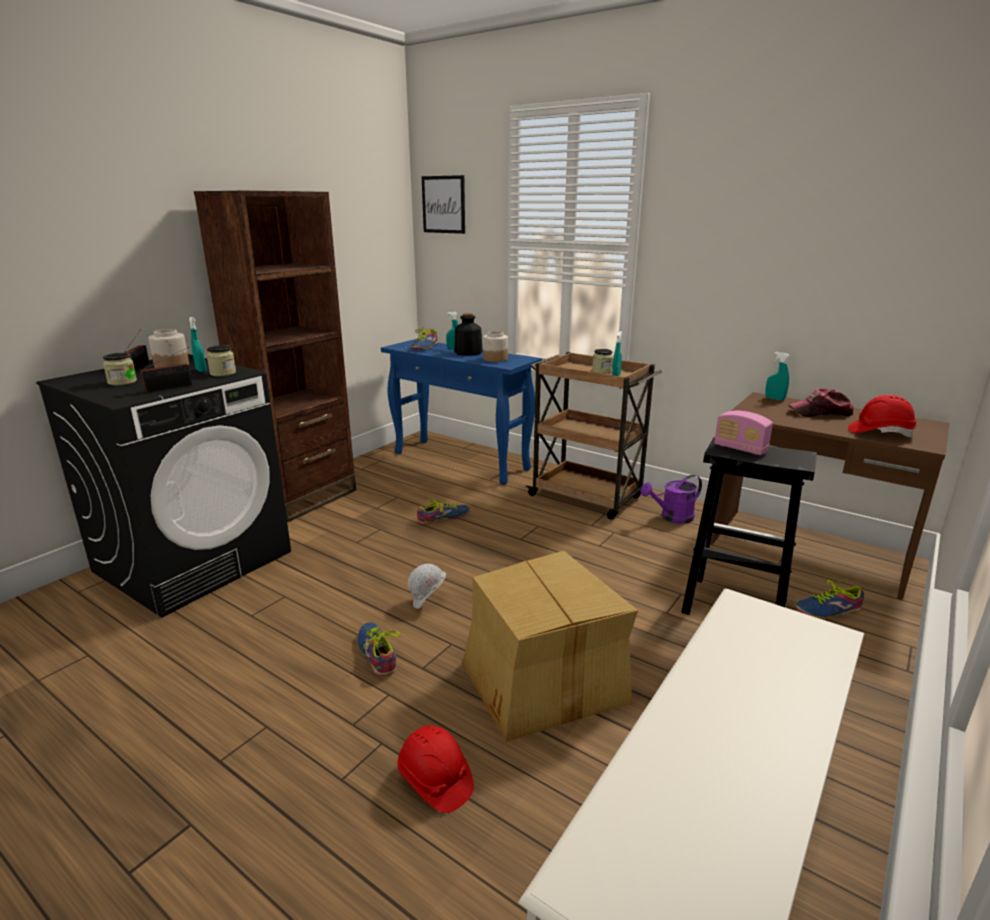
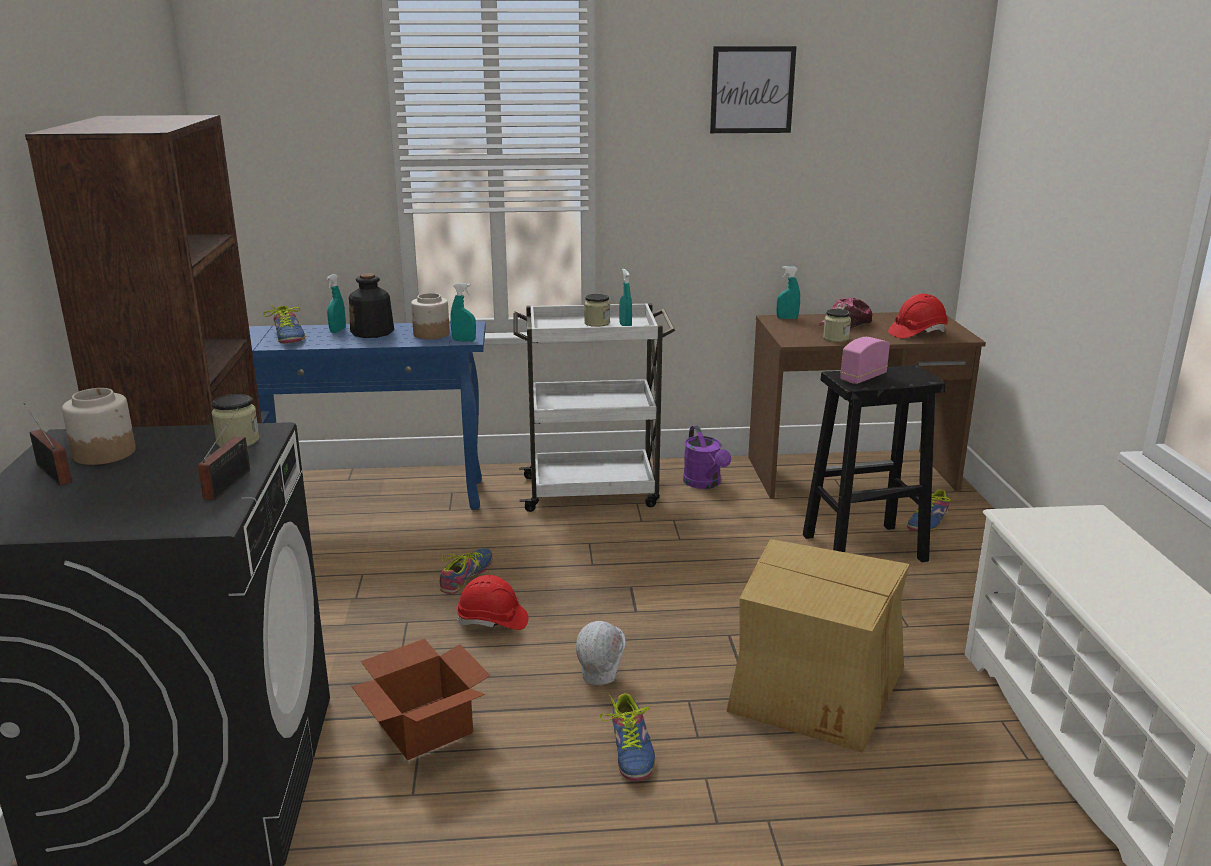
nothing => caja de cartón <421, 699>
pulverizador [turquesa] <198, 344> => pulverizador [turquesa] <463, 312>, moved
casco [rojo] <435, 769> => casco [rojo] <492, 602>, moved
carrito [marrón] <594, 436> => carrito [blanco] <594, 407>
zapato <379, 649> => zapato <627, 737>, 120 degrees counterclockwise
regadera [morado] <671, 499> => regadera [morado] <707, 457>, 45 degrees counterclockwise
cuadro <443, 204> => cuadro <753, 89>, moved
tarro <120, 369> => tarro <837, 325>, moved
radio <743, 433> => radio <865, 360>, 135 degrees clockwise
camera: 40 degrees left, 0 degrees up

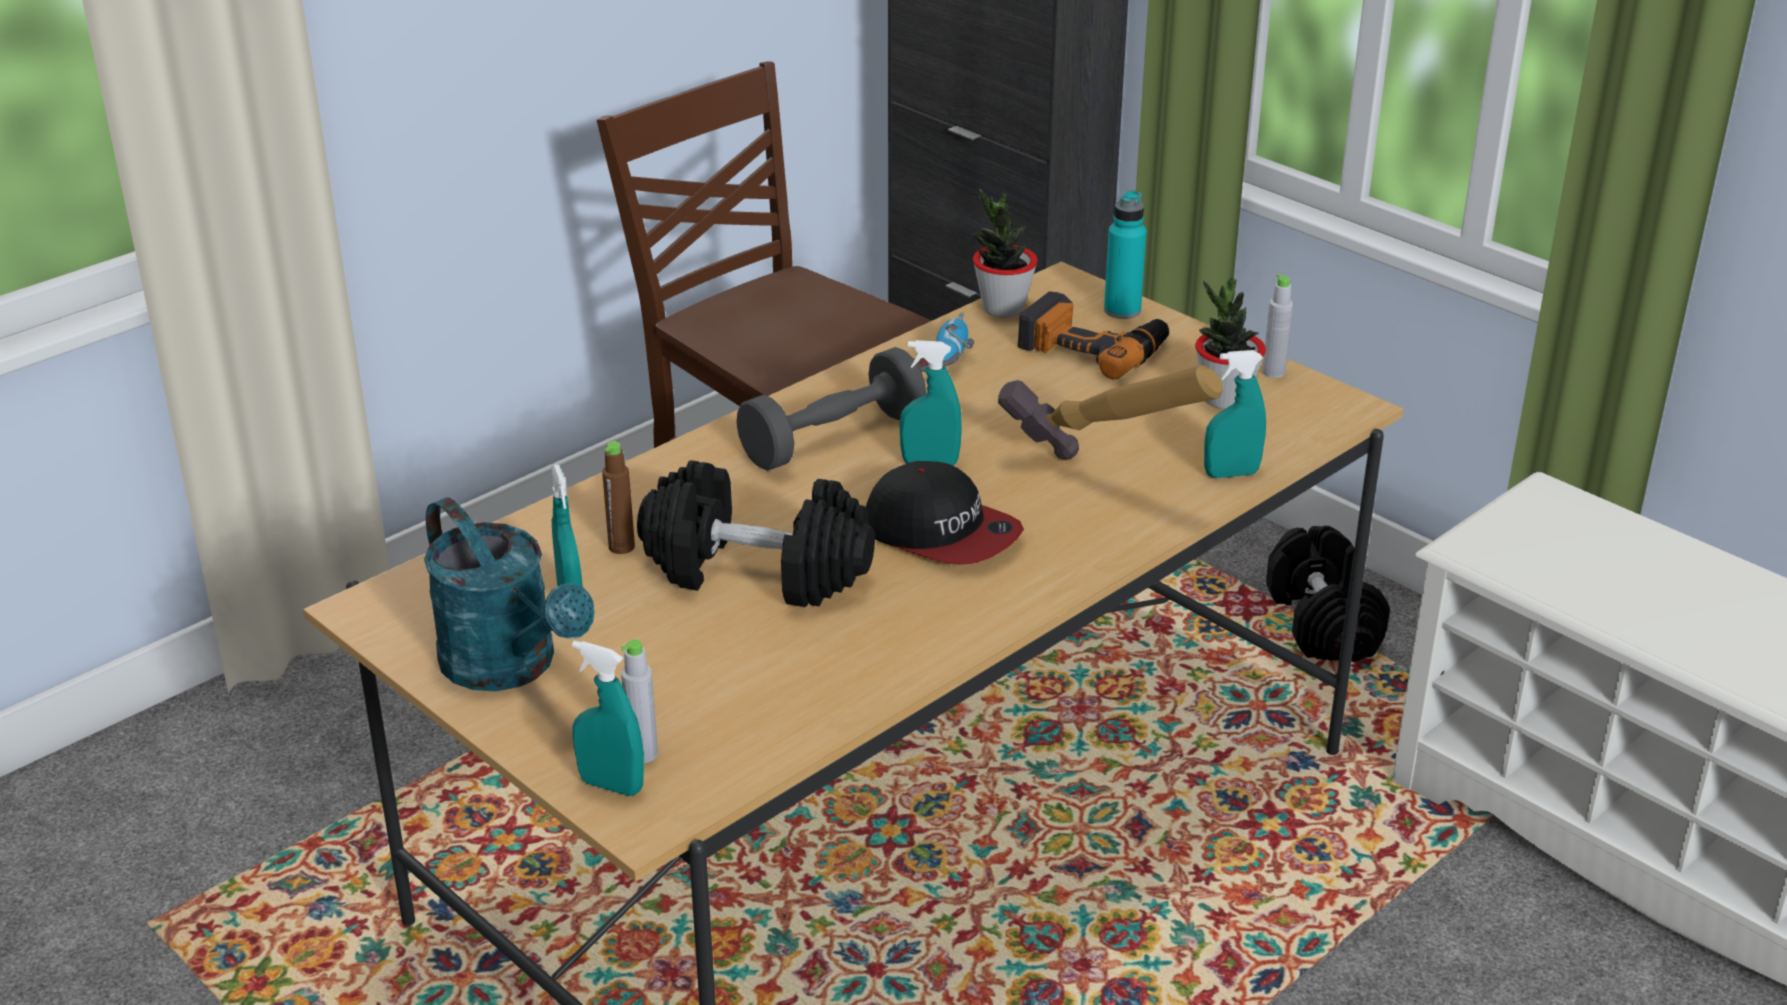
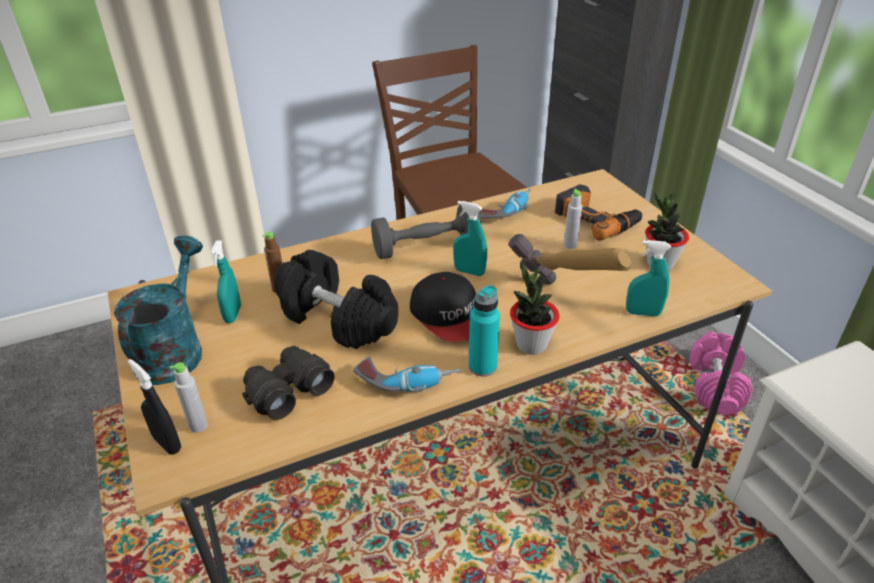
regadera [turquesa] <509, 594> => regadera [turquesa] <158, 310>, 150 degrees counterclockwise
pulverizador [turquesa] <608, 718> => pulverizador [negro] <154, 406>
nothing => prismáticos [negro] <288, 383>
nothing => taladro <406, 374>
botella [turquesa] <1125, 254> => botella [turquesa] <484, 331>, moved
planta en maceta <1005, 253> => planta en maceta <535, 307>, moved
botella [gris] <1277, 326> => botella [gris] <572, 219>, moved
mancuerna [negro] <1328, 594> => mancuerna [rosa] <721, 373>
camera: 20 degrees right, 5 degrees up

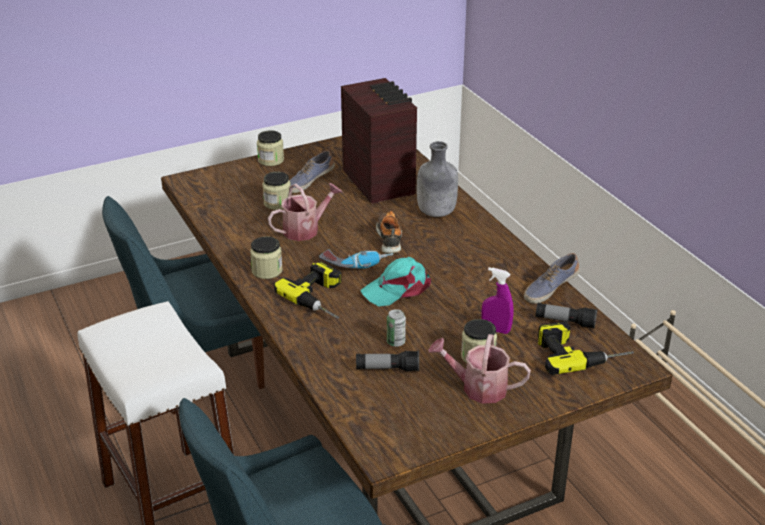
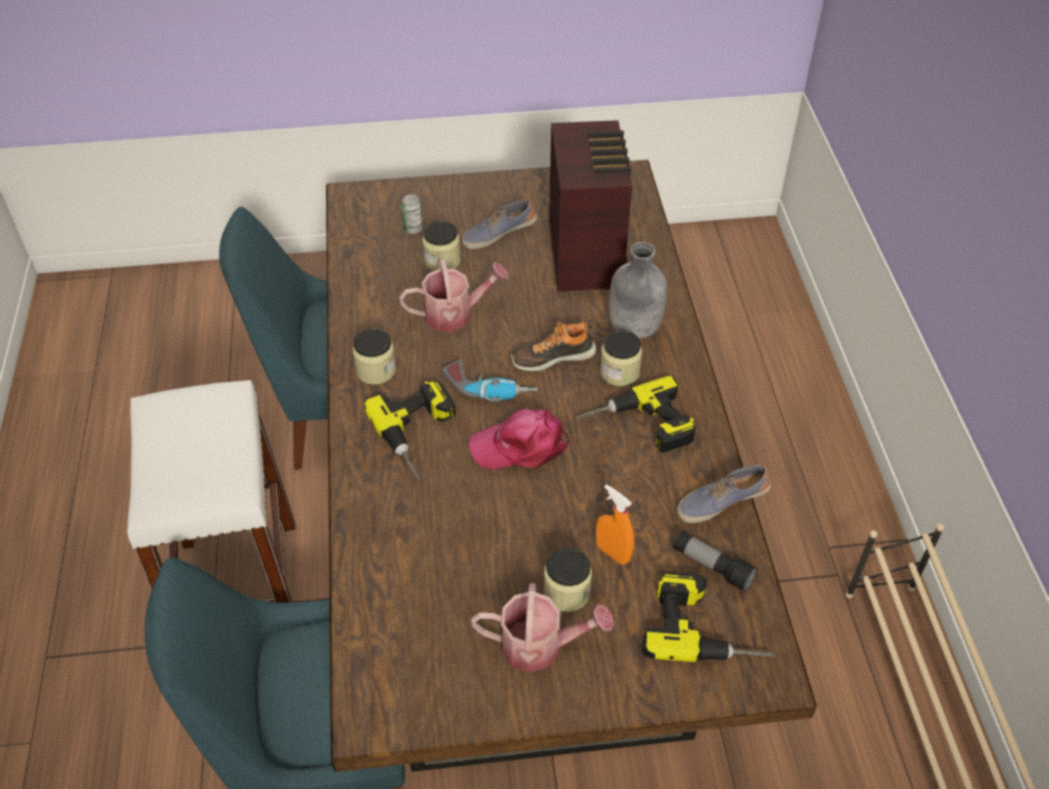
lata <396, 328> => lata <412, 214>, moved
gorra [turquesa] <395, 281> => gorra [rosa] <519, 440>
regadera <479, 369> => regadera <542, 627>, 150 degrees clockwise
zapato <389, 232> => zapato <553, 346>, 120 degrees counterclockwise
nothing => taladro <636, 414>
pulverizador [morado] <497, 300> => pulverizador [naranja] <615, 524>
tarro <270, 148> => tarro <621, 358>, moved
linterna <387, 361> => nothing
camera: 20 degrees right, 15 degrees up

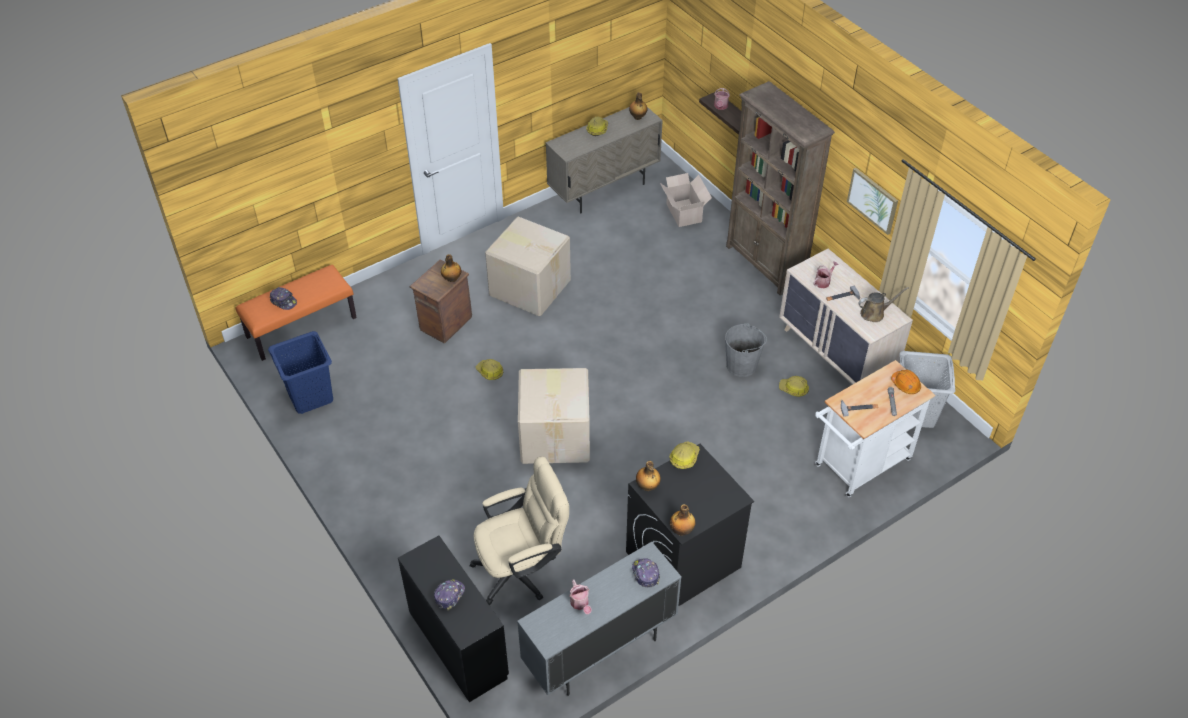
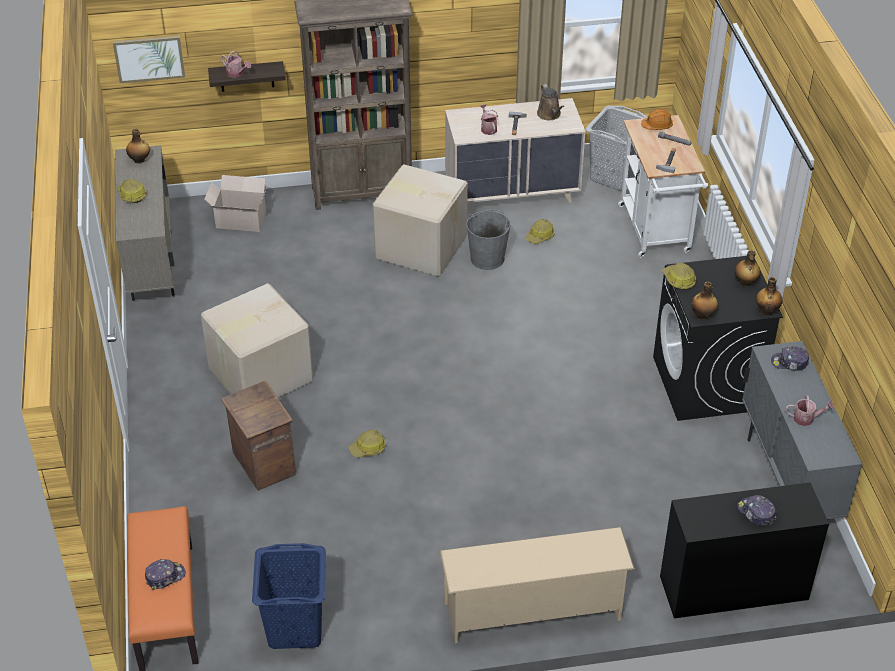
cuadro <872, 201> => cuadro <149, 59>, moved
caja de cartón <554, 416> => caja de cartón <420, 220>, moved
nothing => zapatero [beis] <537, 585>
regadera [marrón] <883, 304> => regadera [marrón] <550, 102>, 150 degrees clockwise
botella <451, 268> => botella <747, 268>, moved
silla de oficina [beis] <519, 531> => nothing
camera: 65 degrees left, 5 degrees down

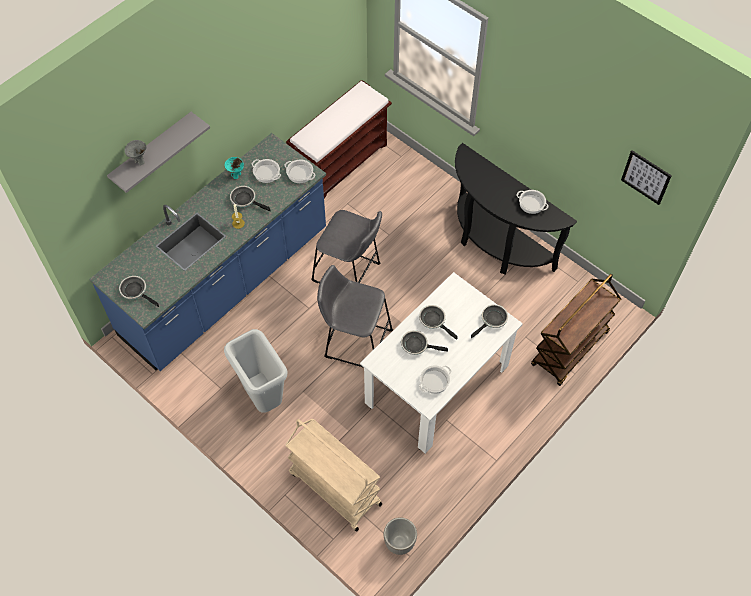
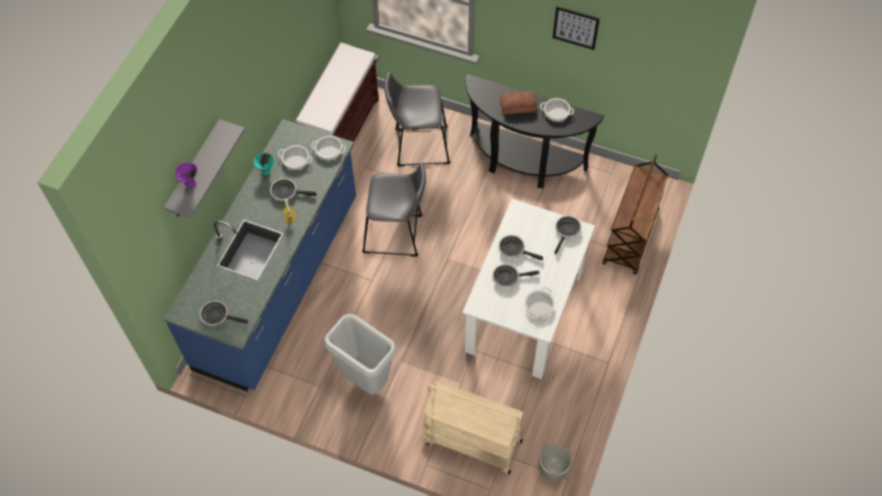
cuenco [gris] <135, 152> => cuenco [morado] <186, 174>
taburete [gris] <355, 316> => taburete [gris] <417, 119>, moved
nothing => pan <518, 103>
cuadro <646, 177> => cuadro <576, 28>, moved
camera: 20 degrees left, 0 degrees up

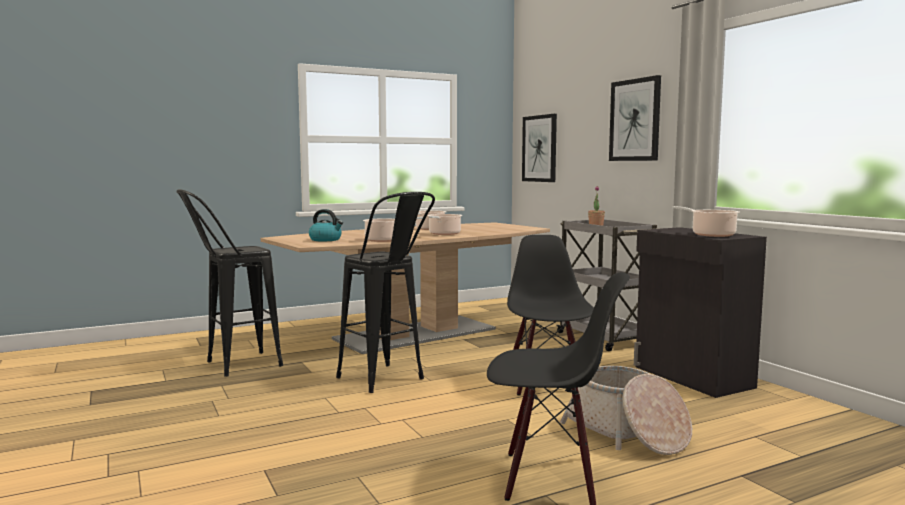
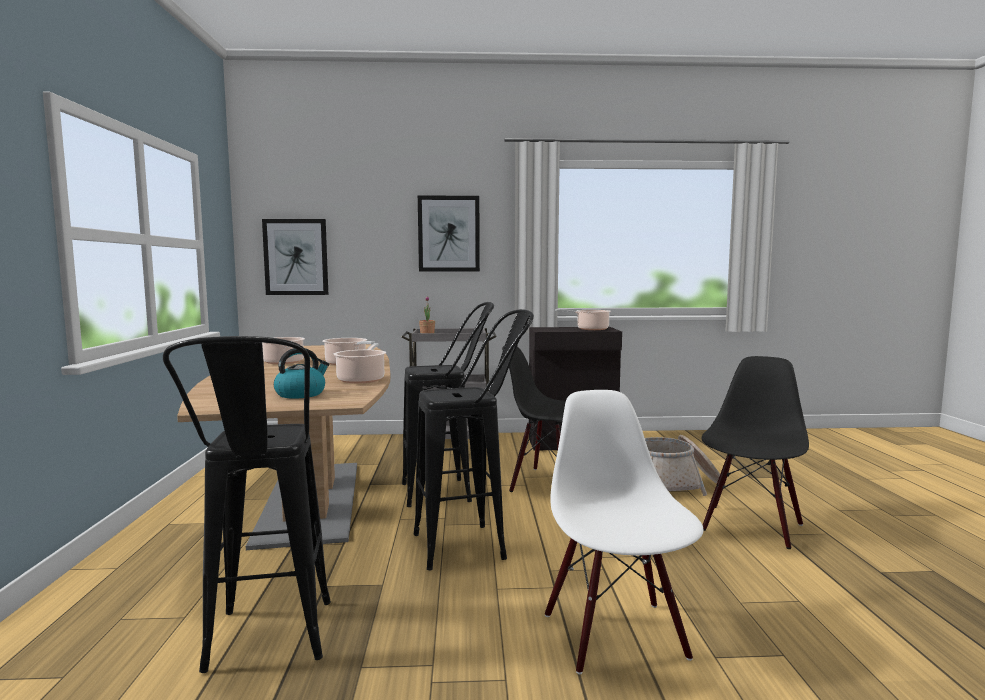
nothing => taburete [negro] <448, 404>
nothing => silla [blanco] <624, 532>
camera: 65 degrees left, 0 degrees up

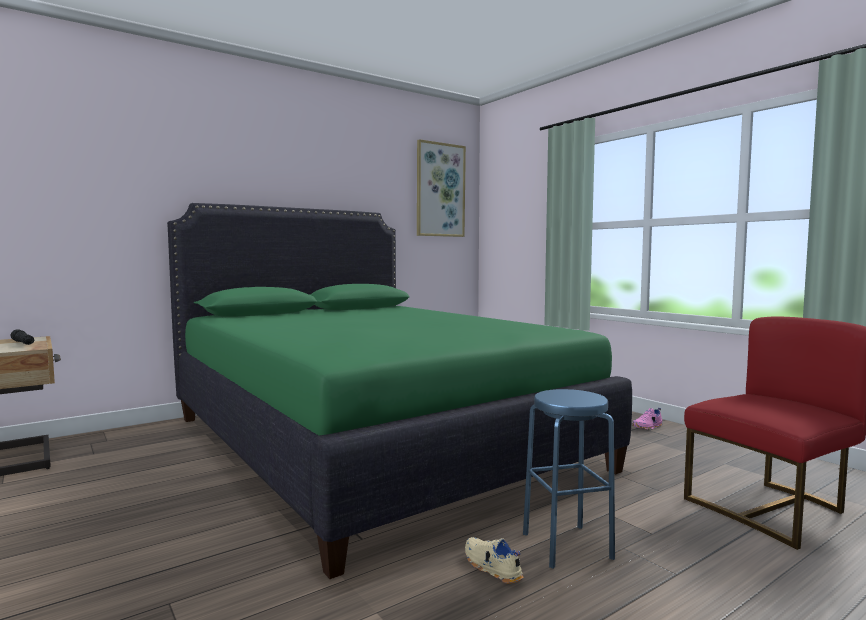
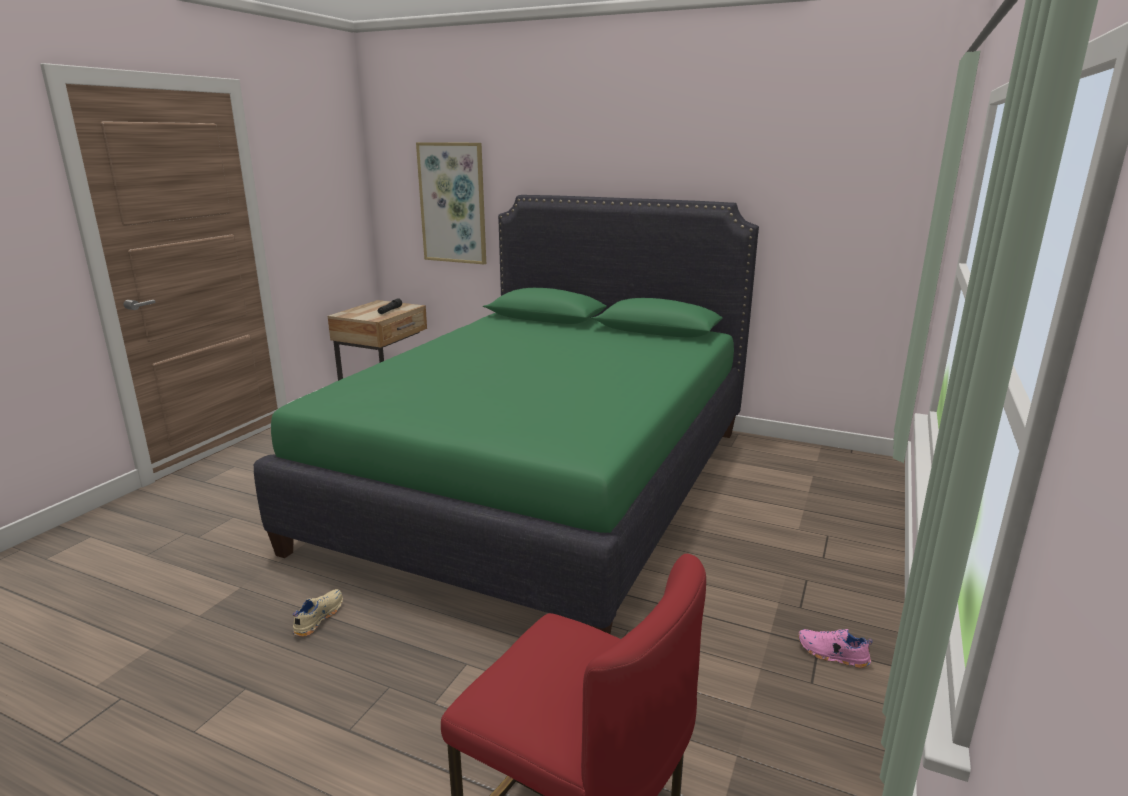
cuadro <441, 188> => cuadro <451, 203>, moved
taburete [azul] <569, 479> => nothing
camera: 60 degrees right, 15 degrees up

